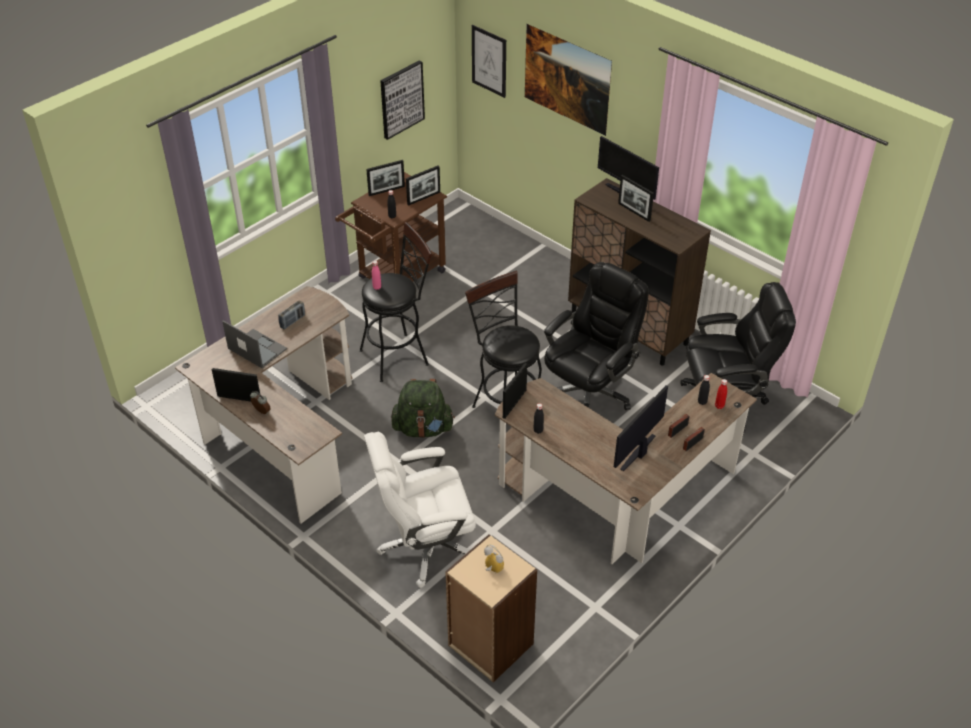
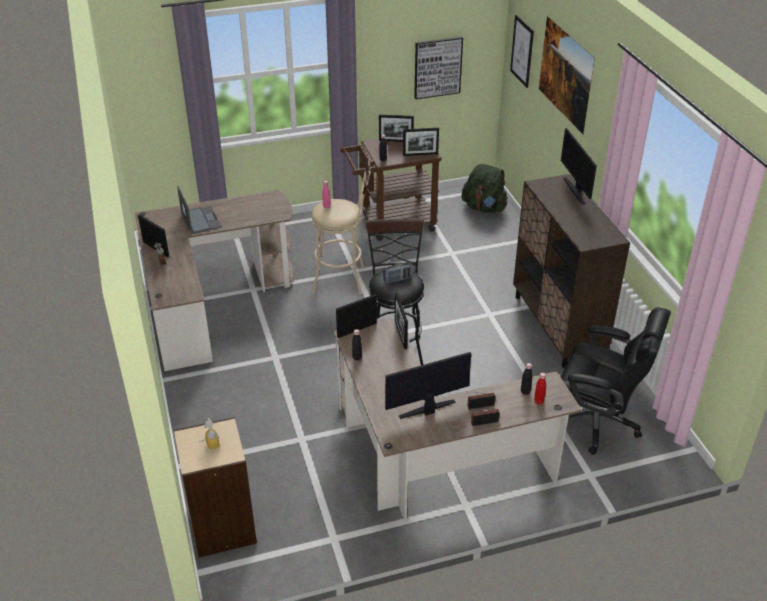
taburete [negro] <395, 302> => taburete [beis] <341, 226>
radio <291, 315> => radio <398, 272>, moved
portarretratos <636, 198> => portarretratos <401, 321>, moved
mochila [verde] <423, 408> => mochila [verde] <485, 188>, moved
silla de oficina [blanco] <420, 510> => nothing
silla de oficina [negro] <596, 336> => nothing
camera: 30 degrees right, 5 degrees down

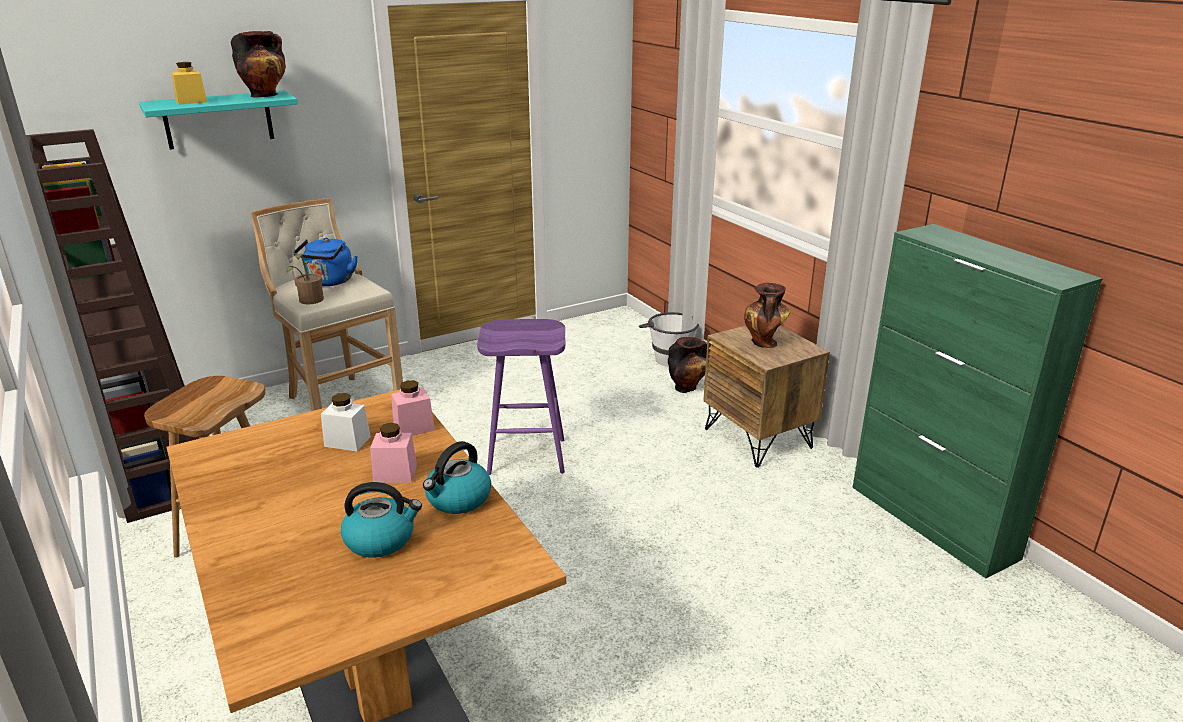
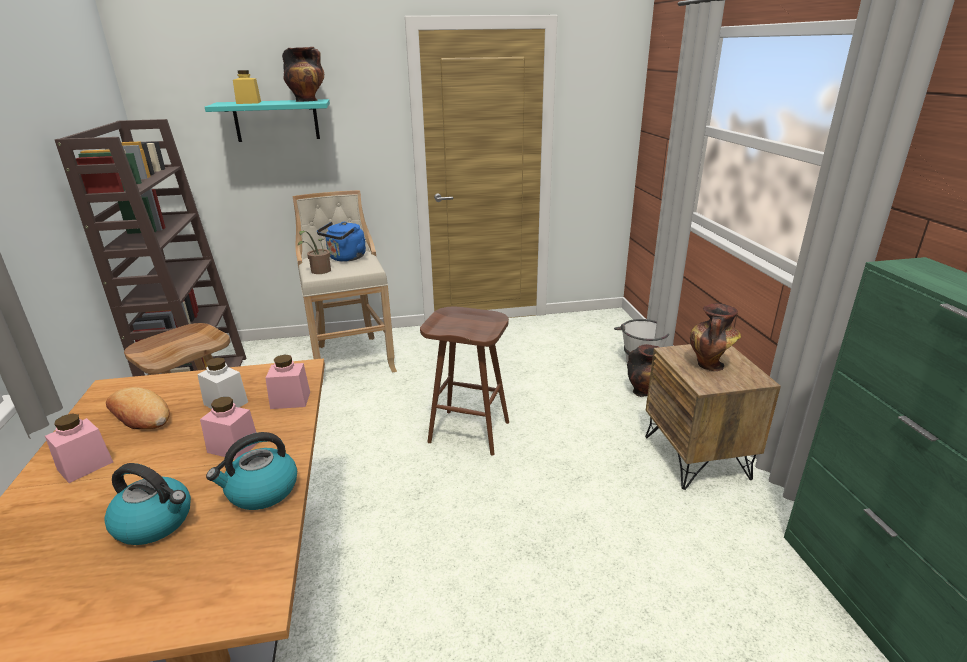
nothing => tarro [rosa] <79, 448>
nothing => pan <138, 408>
taburete [morado] <521, 397> => taburete [marrón] <464, 381>
camera: 20 degrees right, 0 degrees up

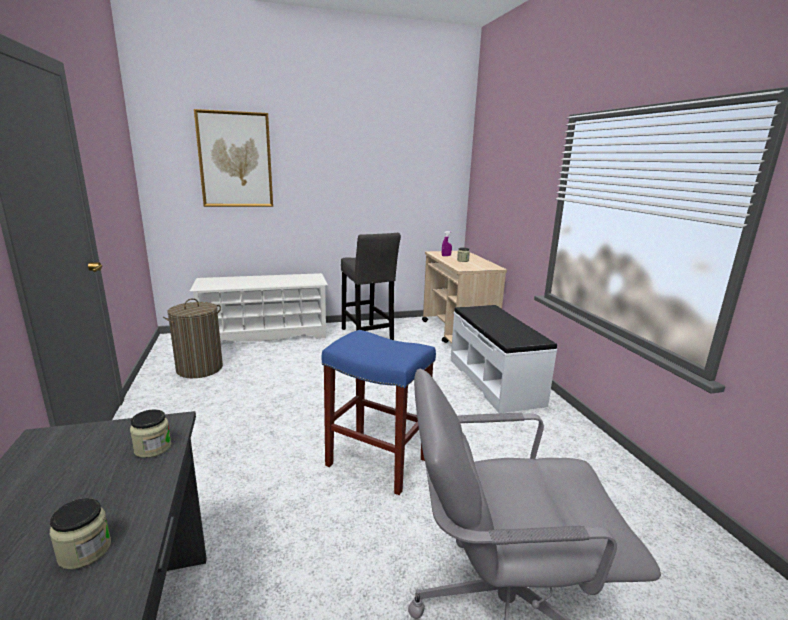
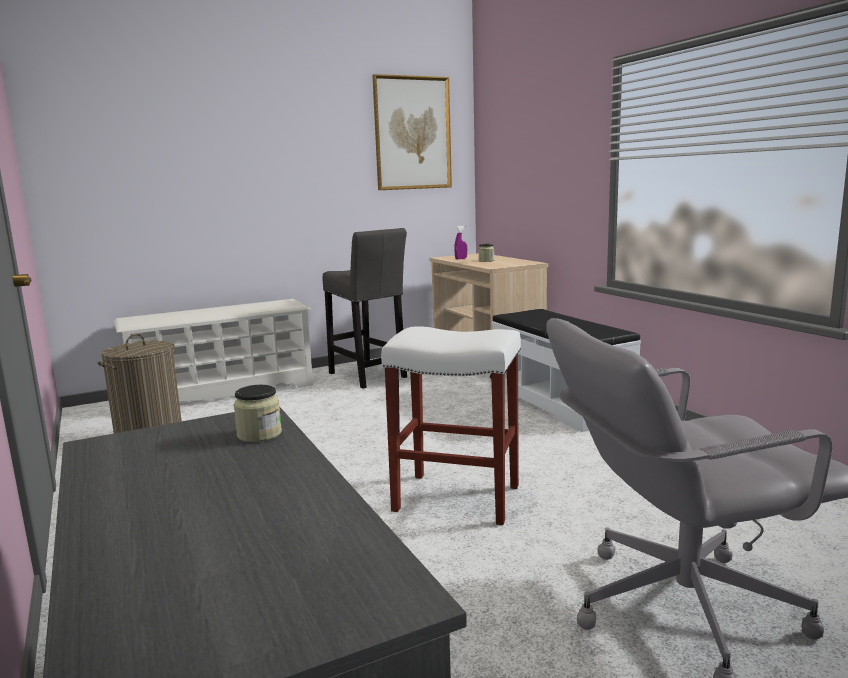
cuadro <233, 158> => cuadro <412, 132>, moved
taburete [azul] <379, 412> => taburete [blanco] <451, 425>
tarro <80, 533> => nothing
camera: 10 degrees left, 5 degrees down

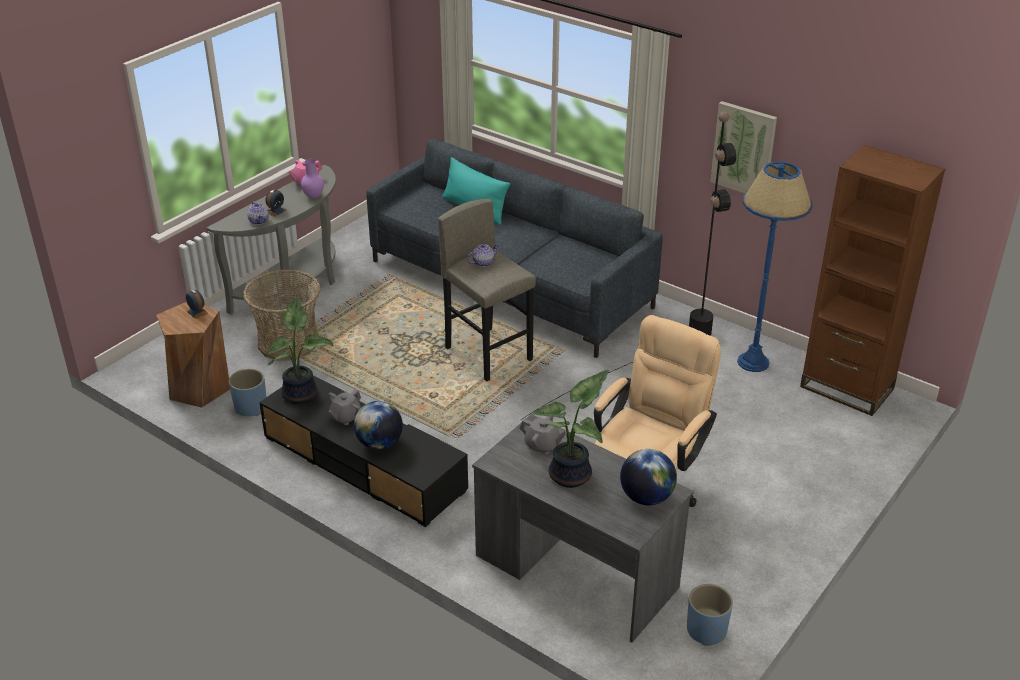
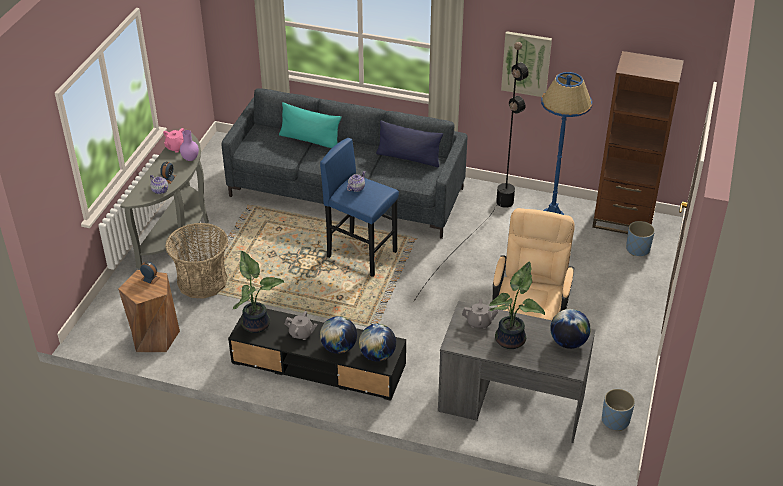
tetera [gris] <344, 407> => tetera [gris] <301, 325>, 90 degrees counterclockwise
taburete [gris] <487, 290> => taburete [azul] <359, 207>
nothing => globo terráqueo <377, 343>
nothing => cojín [azul] <409, 144>
maceta [azul] <247, 392> => maceta [azul] <640, 238>, moved
camera: 20 degrees left, 5 degrees up

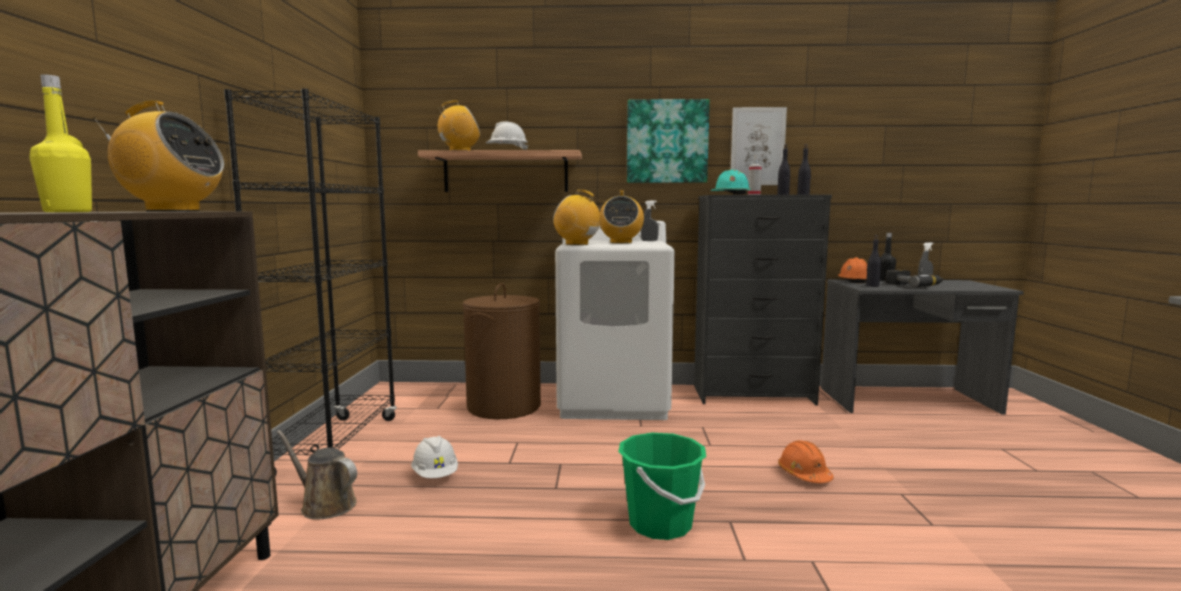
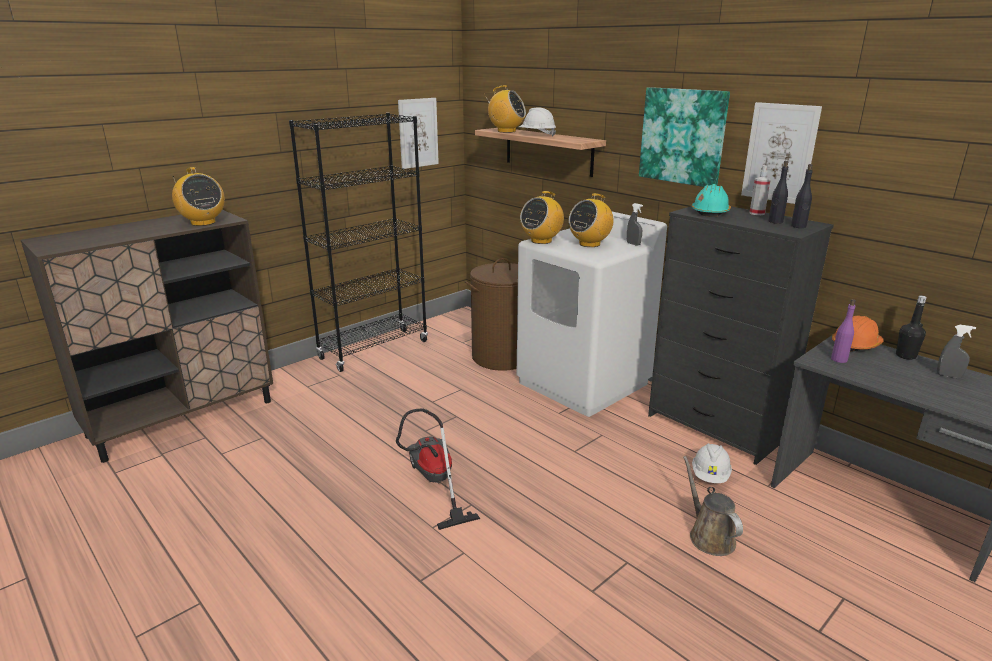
cubo [verde] <662, 486> => aspiradora <438, 469>
nothing => cuadro <418, 133>
radio <579, 217> => radio <542, 217>, 120 degrees counterclockwise
regadera [marrón] <317, 475> => regadera [marrón] <713, 506>, moved
casco [blanco] <434, 457> => casco [blanco] <712, 463>, moved
botella [negro] <873, 261> => botella [morado] <843, 331>
botella [amarillo] <60, 143> => nothing
casco [naranja] <806, 461> => nothing
taladro <914, 278> => nothing
camera: 45 degrees right, 15 degrees up

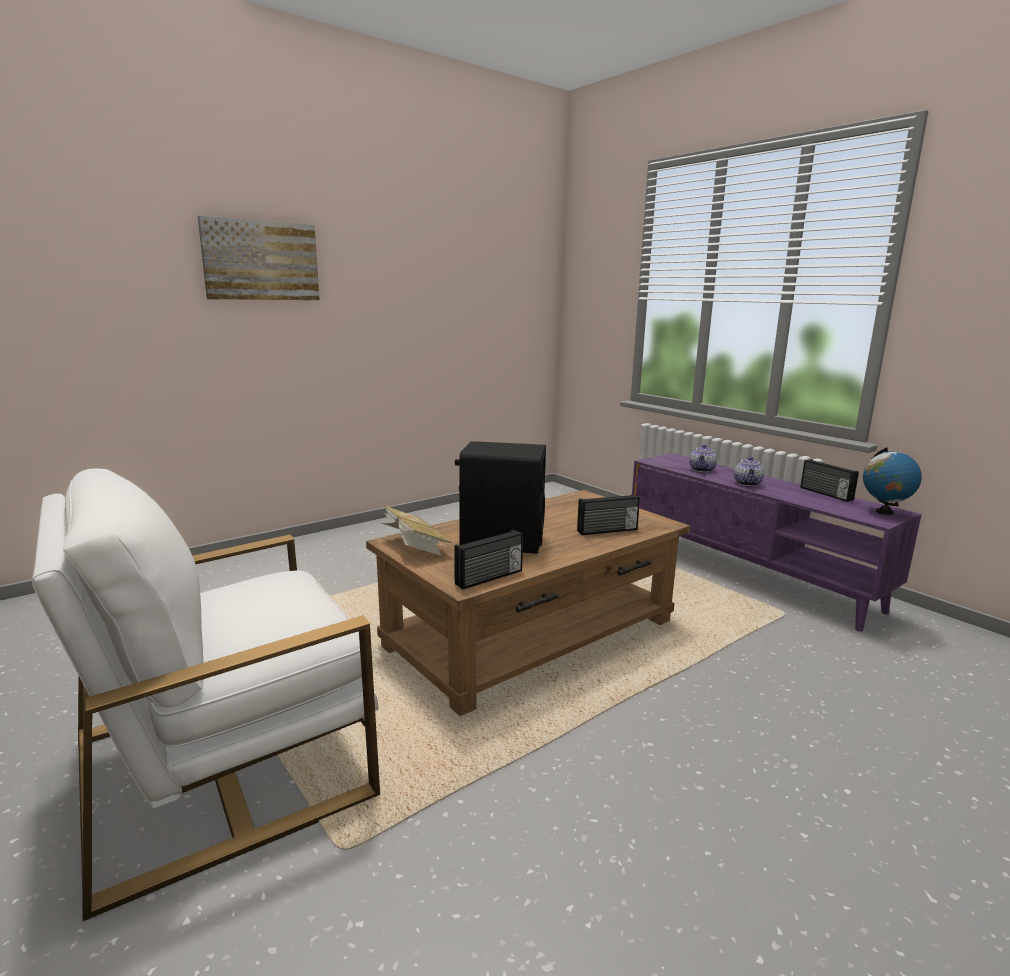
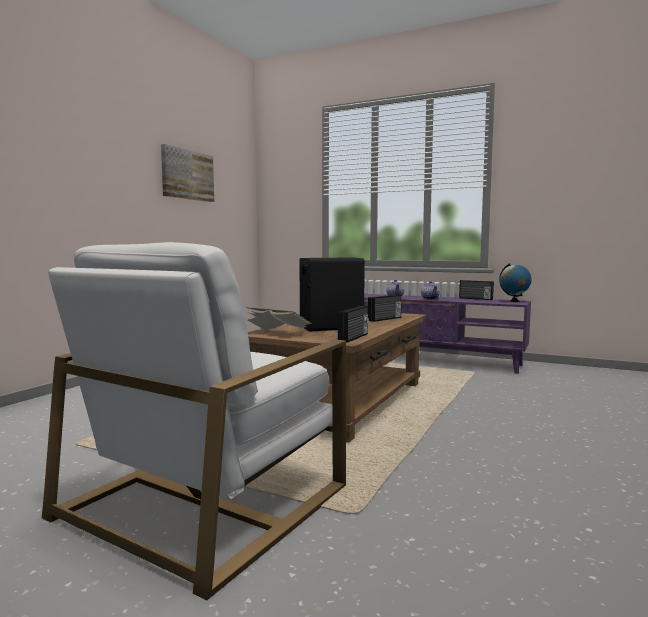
cuadro <259, 257> => cuadro <187, 173>, moved
camera: 25 degrees left, 10 degrees down

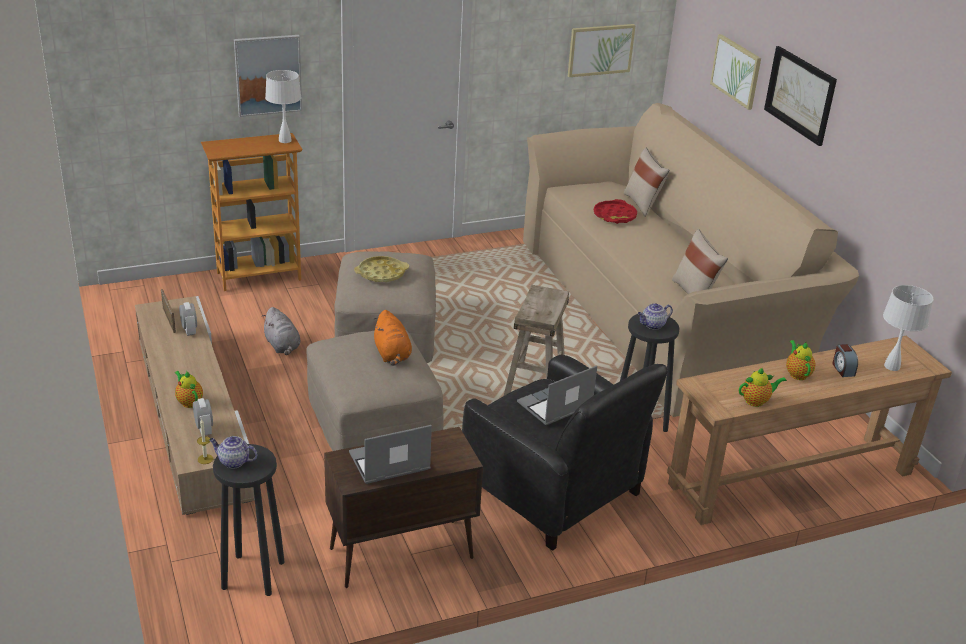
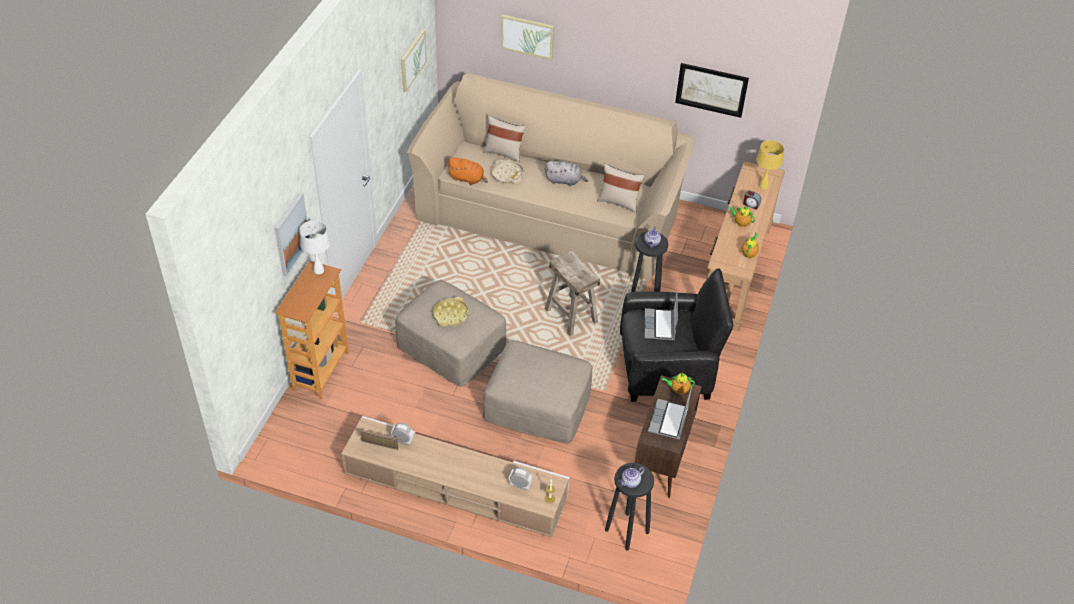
peluche [naranja] <392, 338> => peluche [naranja] <467, 171>, moved
bandeja [rojo] <615, 211> => bandeja [beis] <508, 171>
peluche [gris] <280, 331> => peluche [gris] <566, 173>, moved
tetera <189, 389> => tetera <678, 383>, moved
cuadro <800, 96> => cuadro <712, 90>, moved
lámpara de mesa [blanco] <908, 328> => lámpara de mesa [amarillo] <770, 165>
camera: 50 degrees left, 15 degrees up

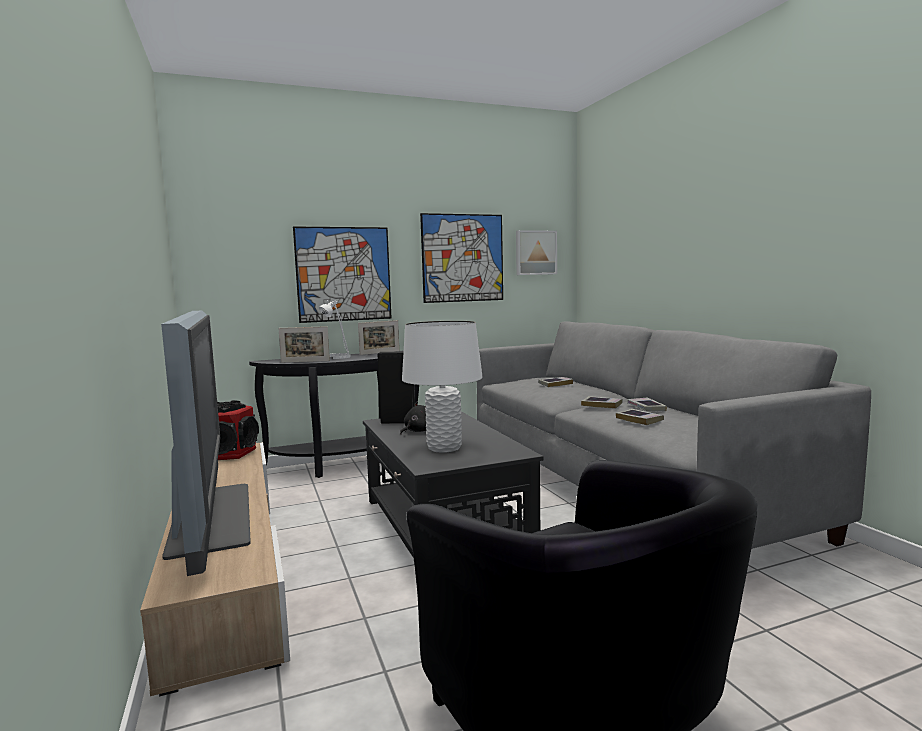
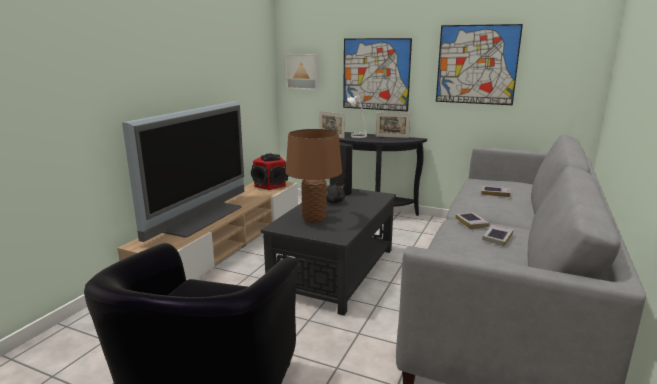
lámpara de mesa [blanco] <442, 387> => lámpara de mesa [marrón] <313, 176>
cuadro <536, 252> => cuadro <302, 72>, moved
libro <640, 417> => nothing
camera: 45 degrees right, 10 degrees up

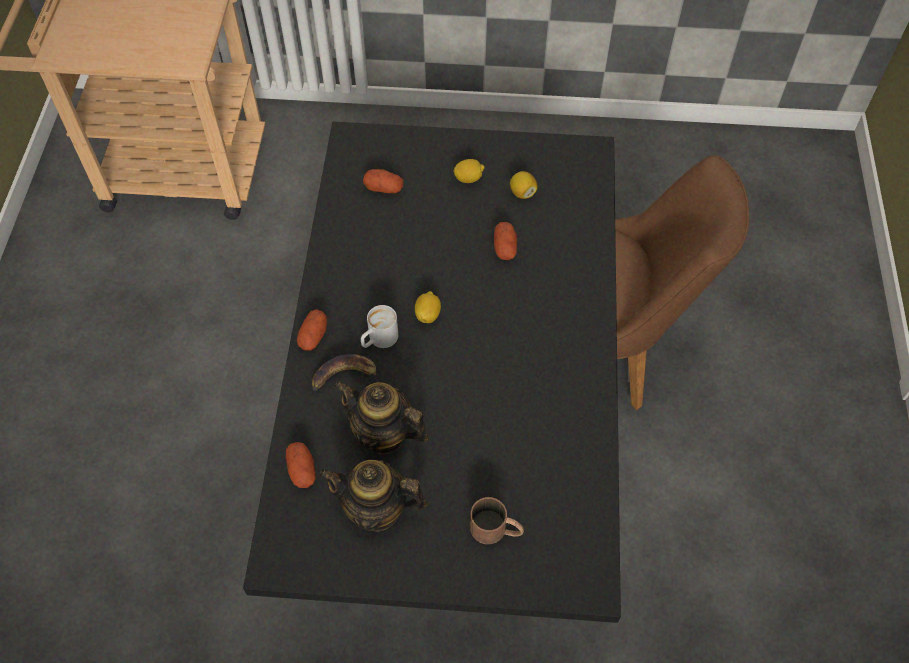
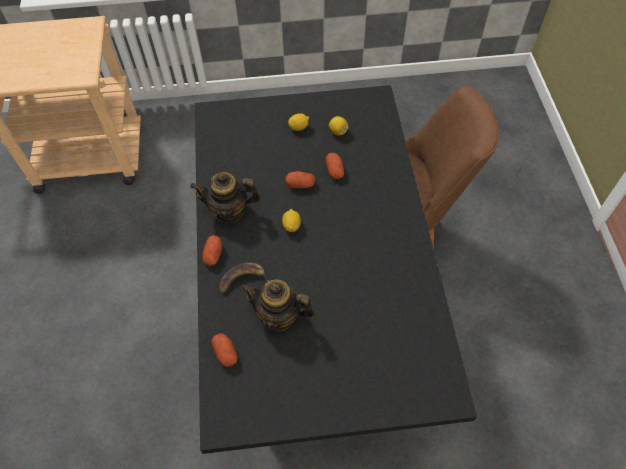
tetera <373, 496> => tetera <225, 197>, moved
patata <383, 181> => patata <300, 179>, moved
taza grande [blanco] <379, 326> => nothing
taza grande [marrón] <497, 520> => nothing
camera: 10 degrees left, 0 degrees up

